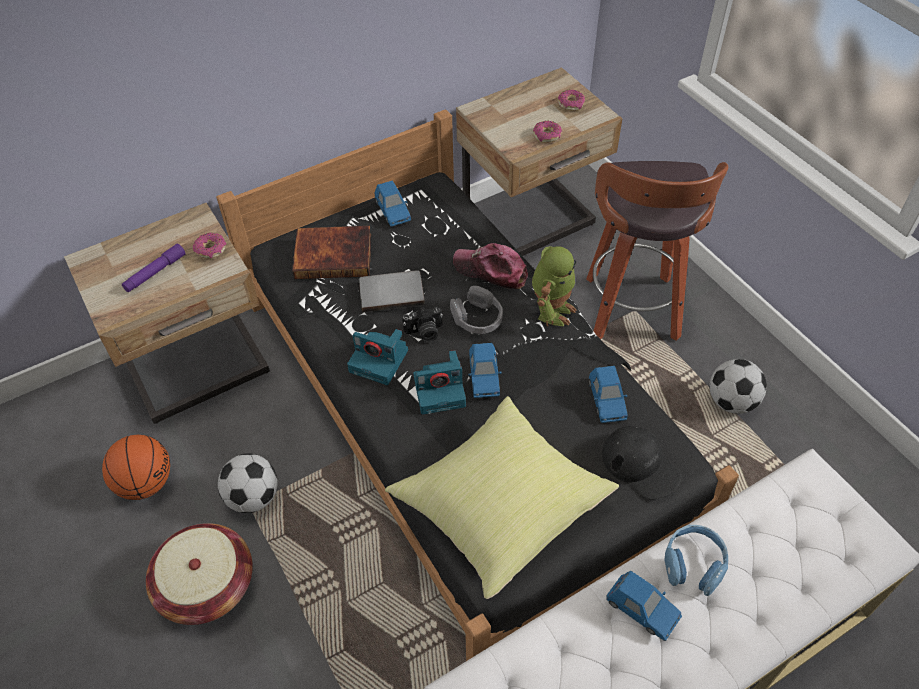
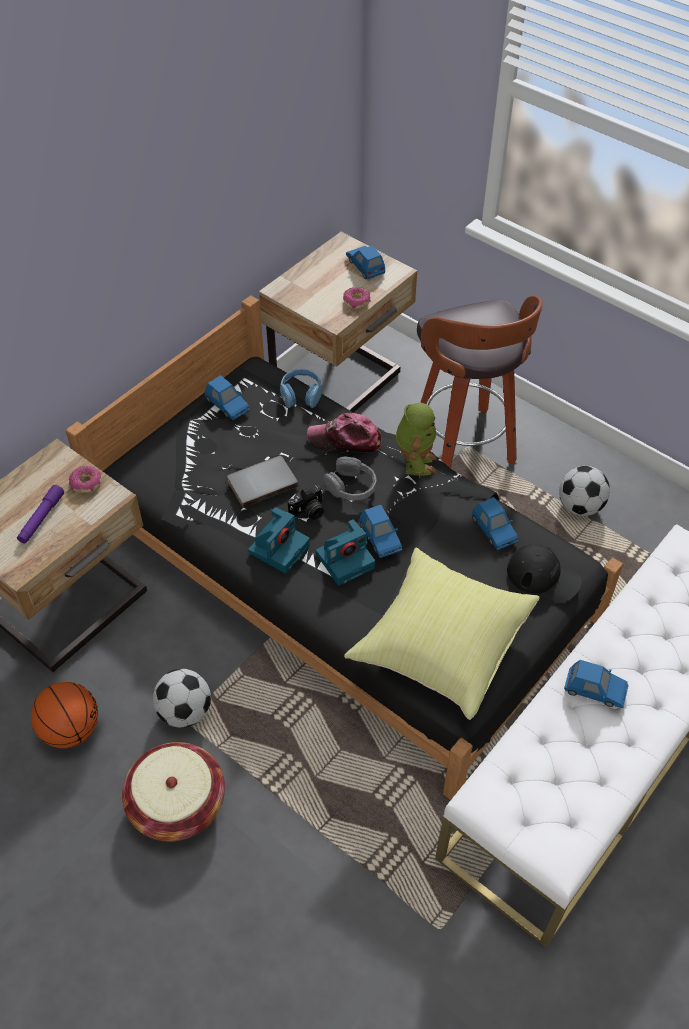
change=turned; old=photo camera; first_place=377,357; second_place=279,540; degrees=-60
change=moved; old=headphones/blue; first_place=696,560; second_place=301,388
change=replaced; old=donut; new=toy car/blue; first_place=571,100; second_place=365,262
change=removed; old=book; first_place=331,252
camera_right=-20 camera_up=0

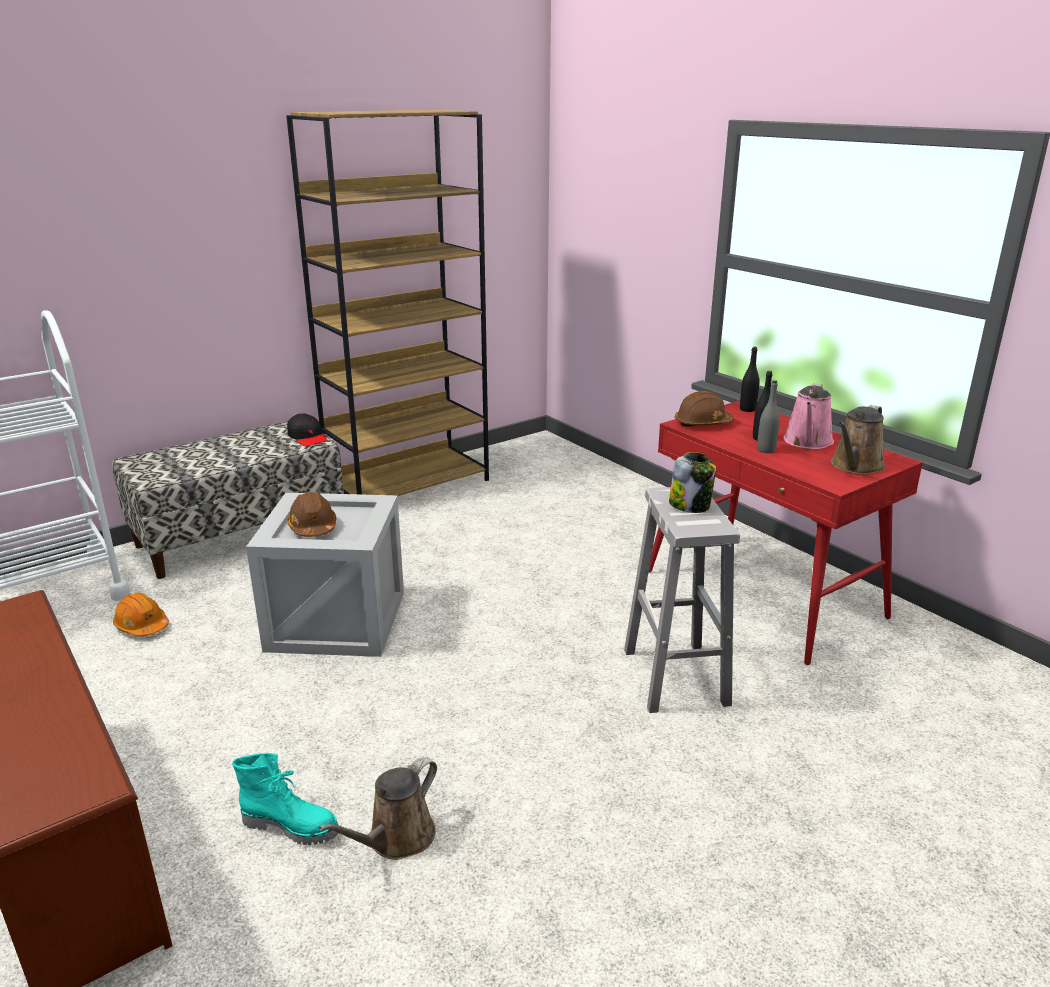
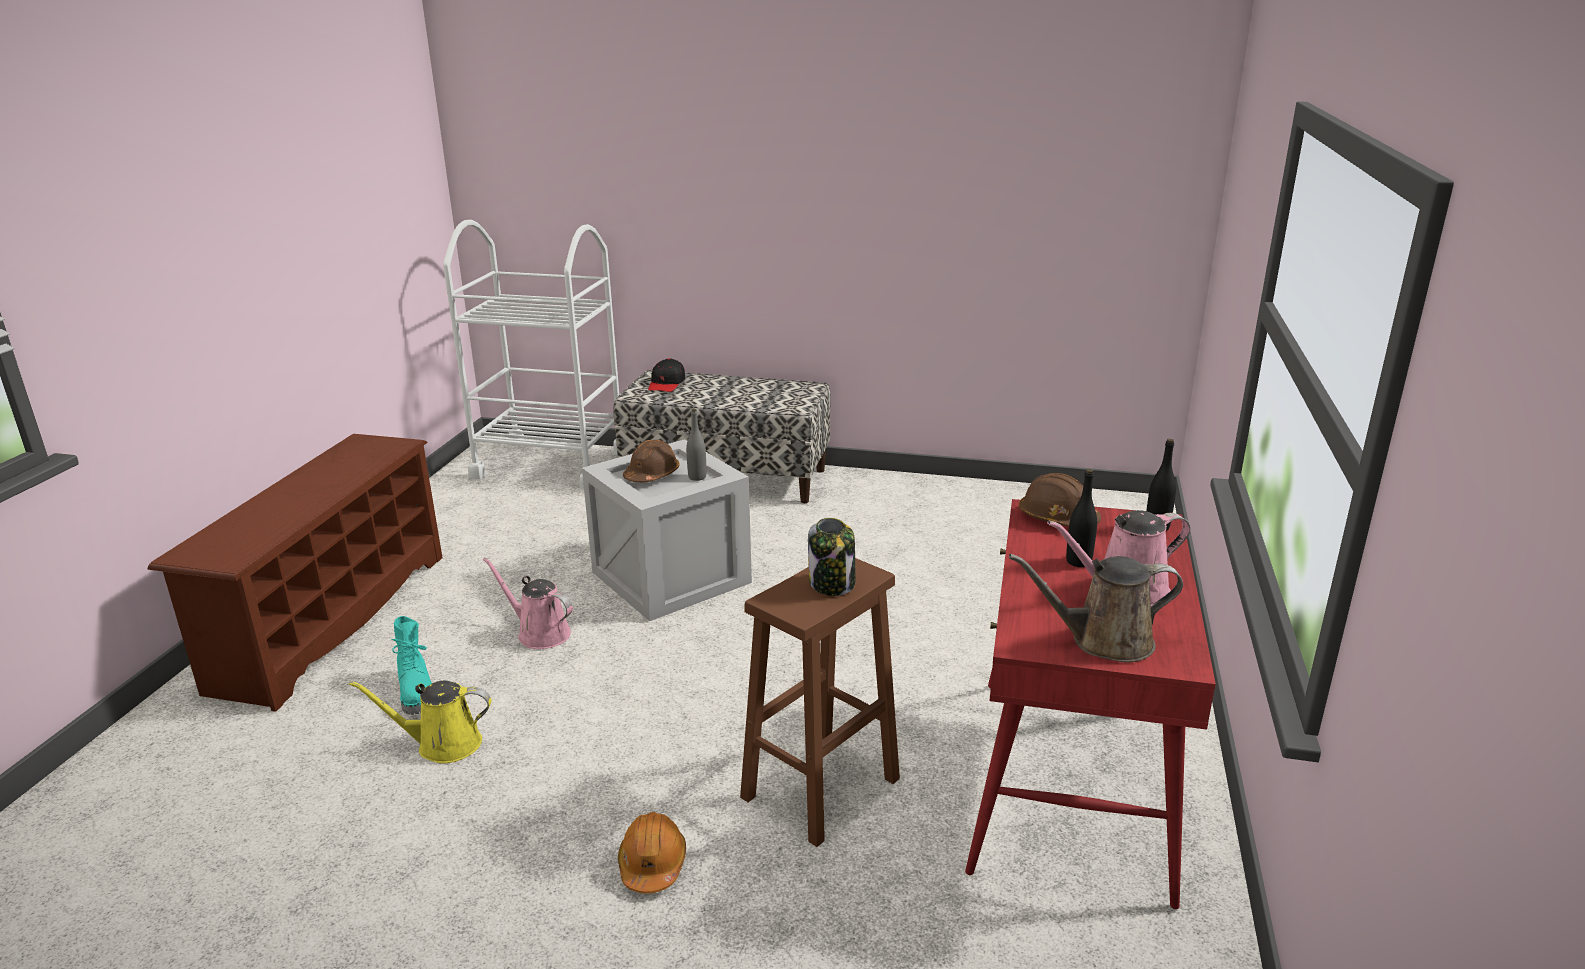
change=recoloured; old=watering can/brown; new=watering can/yellow; first_place=378,808; second_place=420,722
change=added; new=watering can/pink; second_place=528,603
change=moved; old=hard hat/orange; first_place=141,614; second_place=652,853
change=moved; old=cap/black; first_place=307,429; second_place=666,375
change=moved; old=bottle/grey; first_place=768,416; second_place=696,445
change=recoloured; old=stool/white; new=stool/brown; first_place=682,600; second_place=820,702
change=removed; old=bookcase/brown; first_place=387,303
camera_right=50 camera_up=0

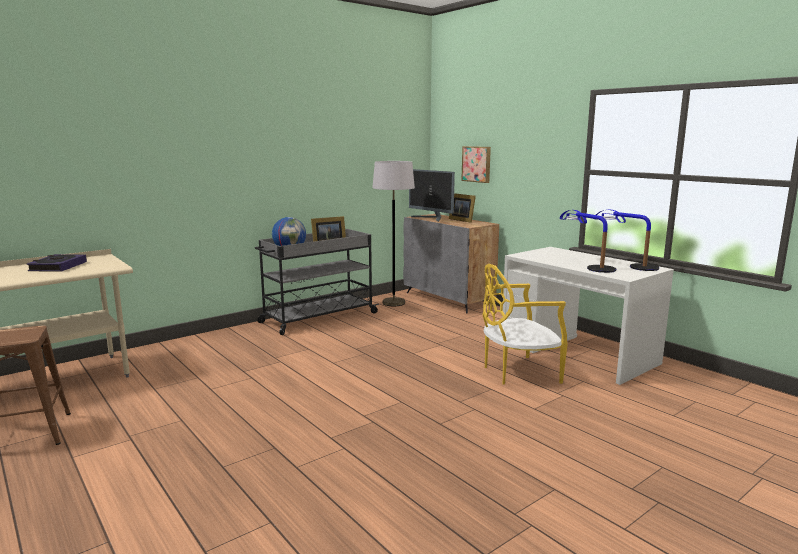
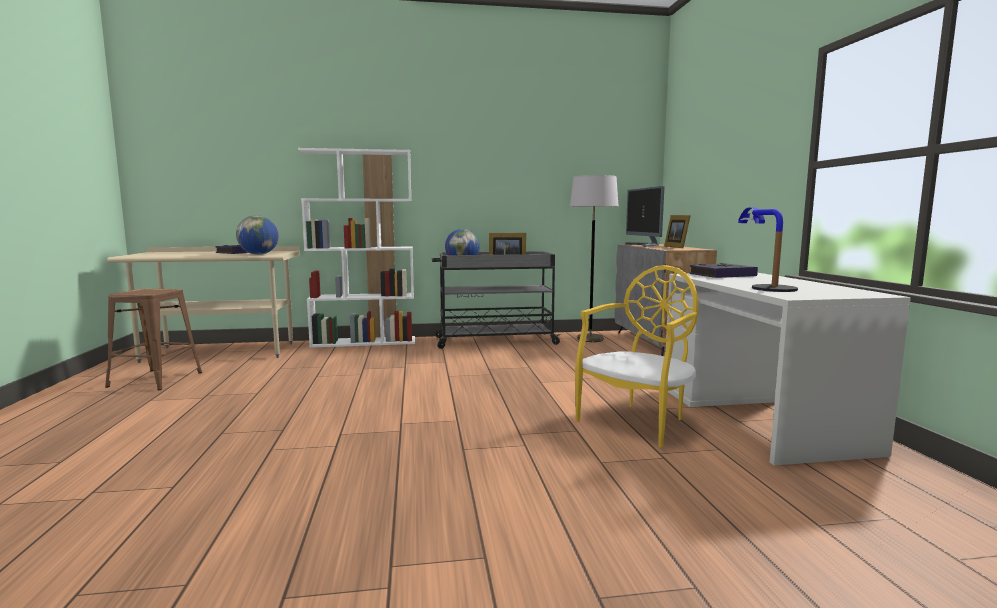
change=added; new=globe; second_place=257,235
change=added; new=bookcase/white; second_place=356,248
change=turned; old=chair/yellow; first_place=525,324; second_place=636,356; degrees=120
change=added; new=book; second_place=723,270
change=removed; old=picture; first_place=476,164
change=removed; old=table lamp; first_place=627,240
camera_right=30 camera_up=-5

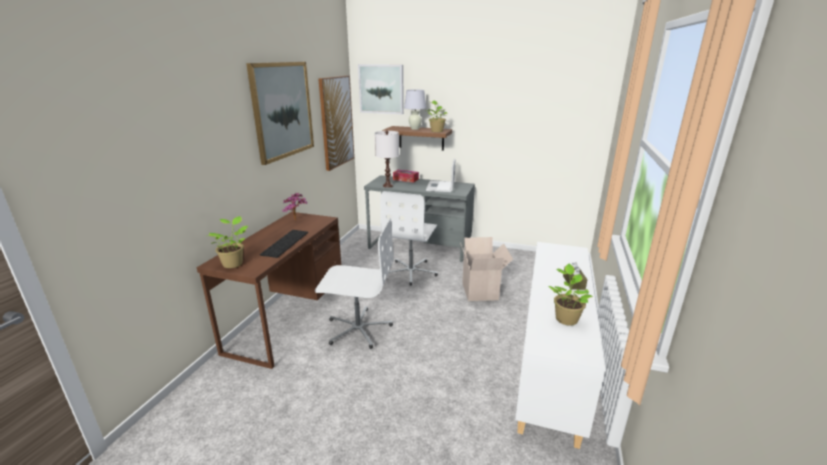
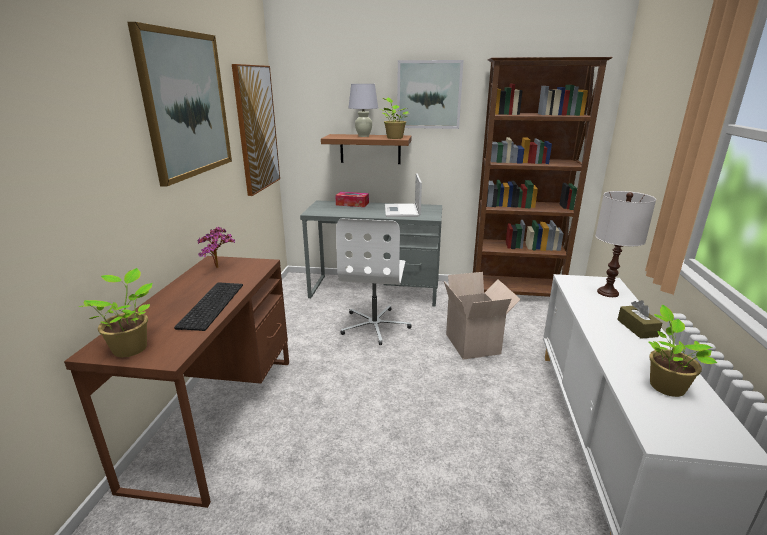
change=moved; old=picture; first_place=381,89; second_place=430,94
change=added; new=bookcase/brown; second_place=543,177
change=moved; old=table lamp/white; first_place=387,159; second_place=625,244
change=removed; old=office chair/white; first_place=354,283
camera_right=-10 camera_up=0

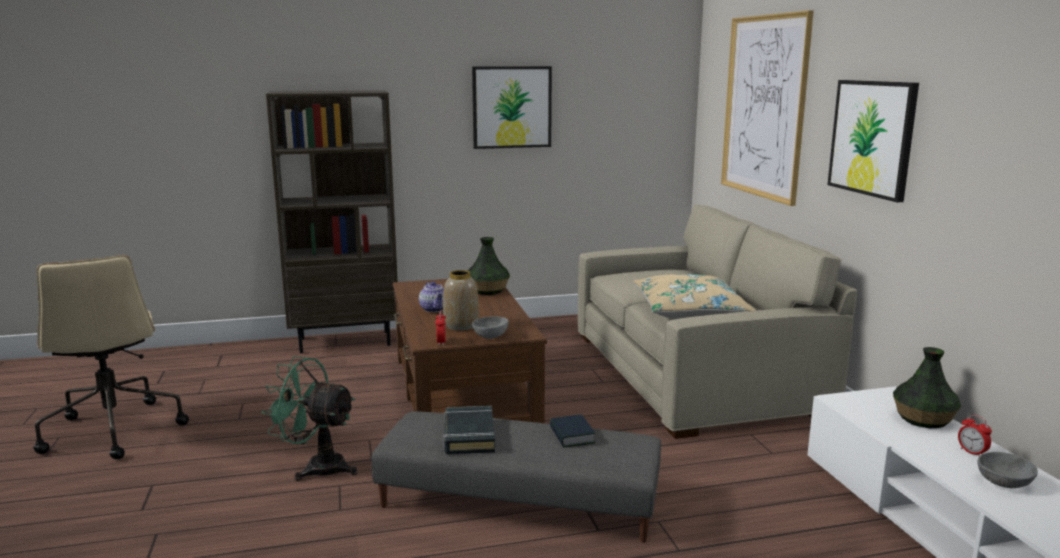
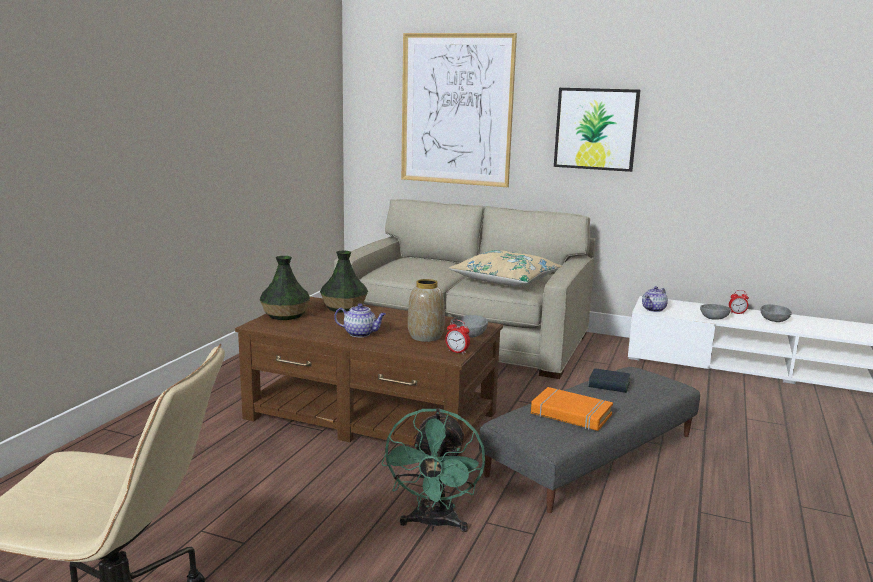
change=moved; old=vase; first_place=927,387; second_place=285,288
change=turned; old=fan/green; first_place=309,418; second_place=433,470; degrees=-45
change=recoloured; old=book/black; new=book/orange; first_place=469,430; second_place=572,409
change=added; new=teapot; second_place=655,299
change=added; new=bowl/grey; second_place=715,312
change=removed; old=bookcase/brown; first_place=332,221
change=removed; old=picture; first_place=512,107
camera_right=-55 camera_up=0

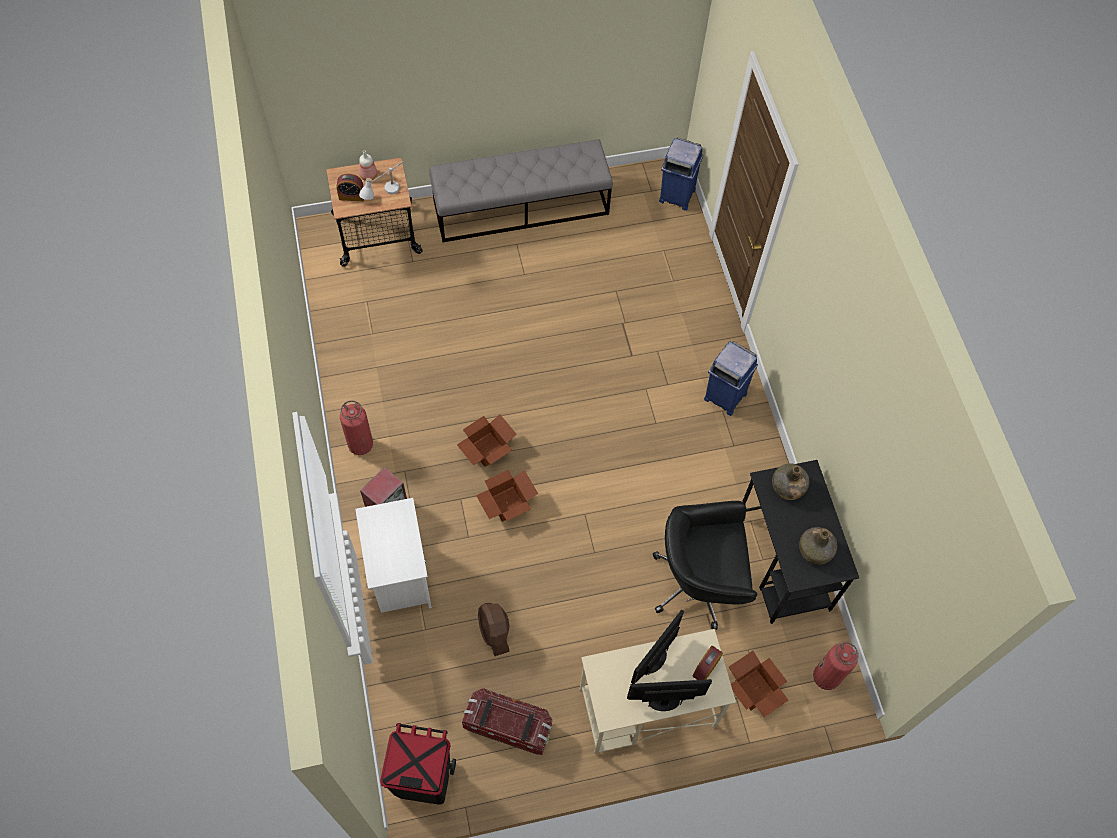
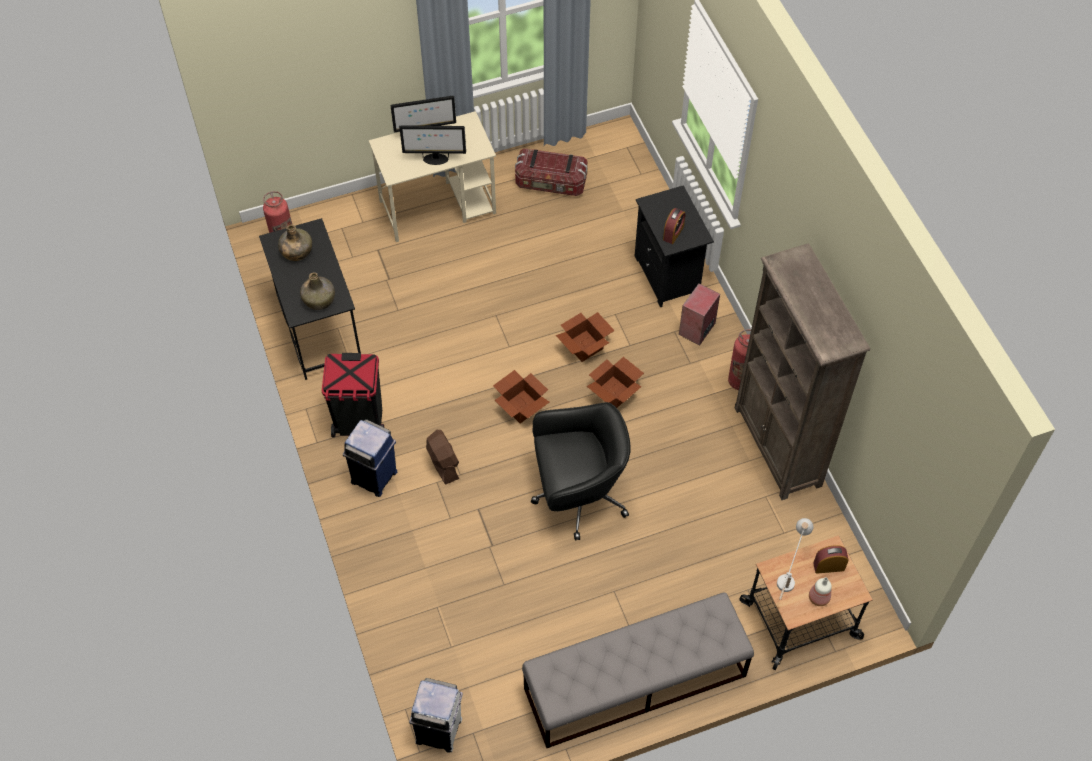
change=moved; old=trash can/black; first_place=418,764; second_place=353,395
change=turned; old=monitor; first_place=657,647; second_place=432,145; degrees=60
change=recoloured; old=trash can/blue; new=trash can/white; first_place=681,174; second_place=436,715
change=moved; old=fan/brown; first_place=494,629; second_place=442,457
change=moved; old=cardboard box; first_place=758,684; second_place=521,397
change=moved; old=office chair/black; first_place=705,565; second_place=580,471
change=recoloured; old=nightstand/white; new=nightstand/black; first_place=393,555; second_place=674,246
change=moved; old=alarm clock; first_place=708,663; second_place=674,226
change=added; new=bookcase/brown; second_place=802,371
camera_right=175 camera_up=-5

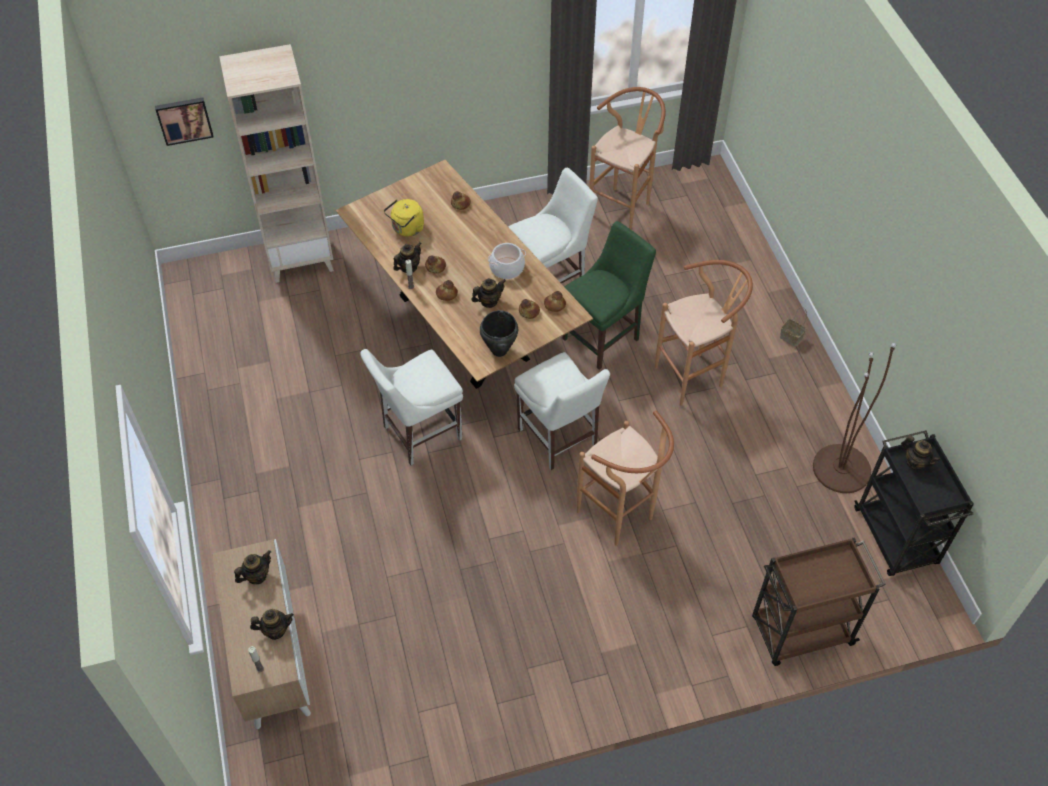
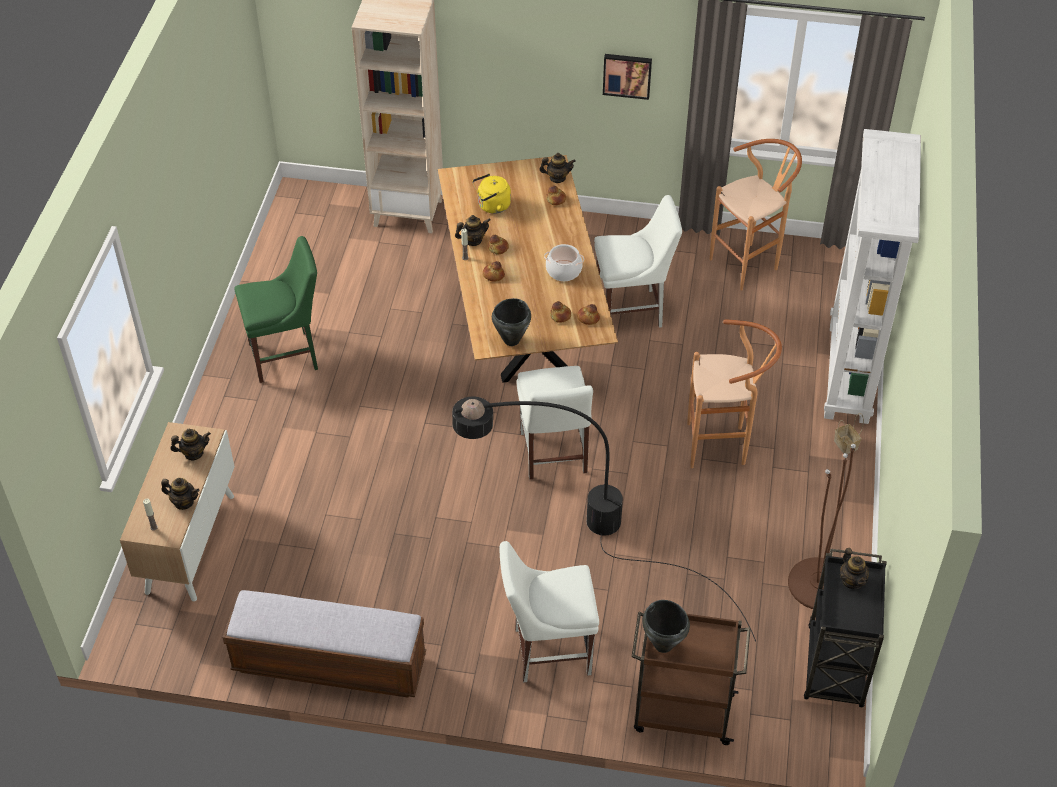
change=added; new=bench; second_place=324,644
change=moved; old=chair/green; first_place=609,295; second_place=276,309
change=replaced; old=stool/brown; new=floor lamp/black; first_place=625,478; second_place=604,519
change=moved; old=chair/white; first_place=411,407; second_place=549,611
change=moved; old=teapot; first_place=488,293; second_place=557,168
change=moved; old=picture; first_place=184,121; second_place=627,77
change=added; new=cooking pot/black; second_place=666,626
change=added; new=bookcase/white; second_place=872,276
camera_right=25 camera_up=-5

